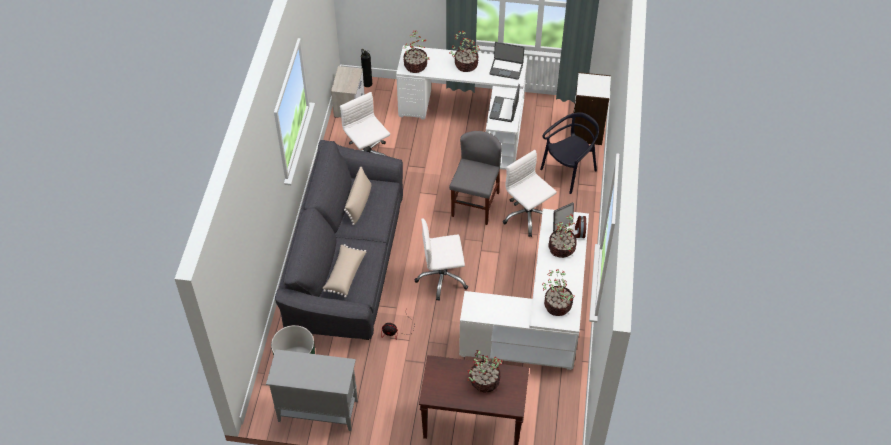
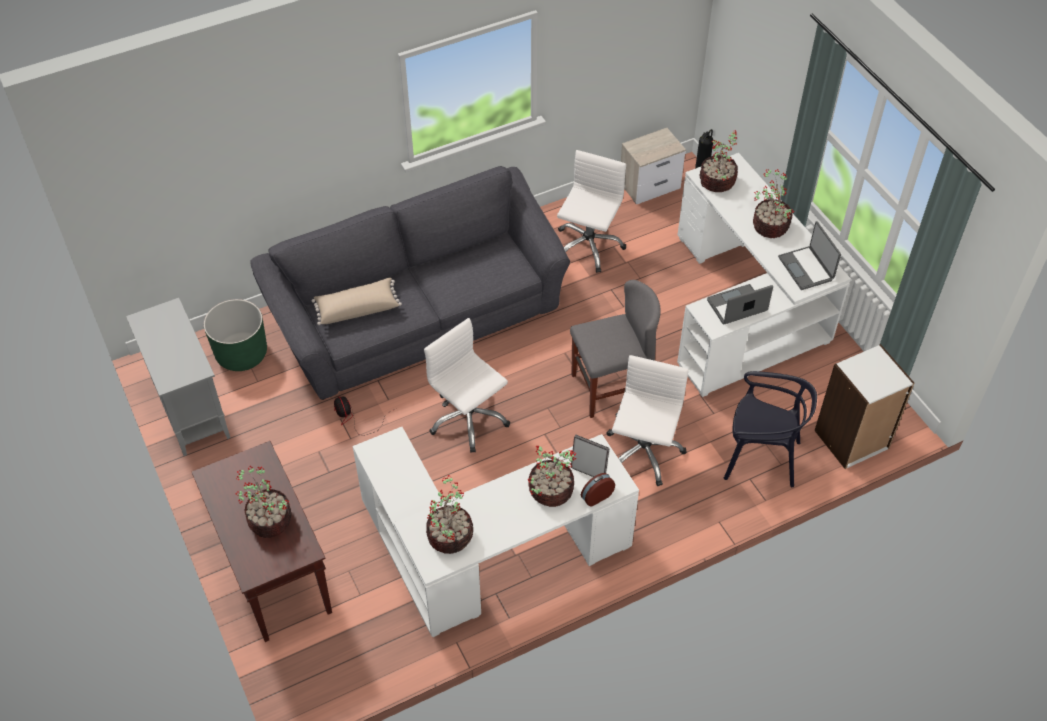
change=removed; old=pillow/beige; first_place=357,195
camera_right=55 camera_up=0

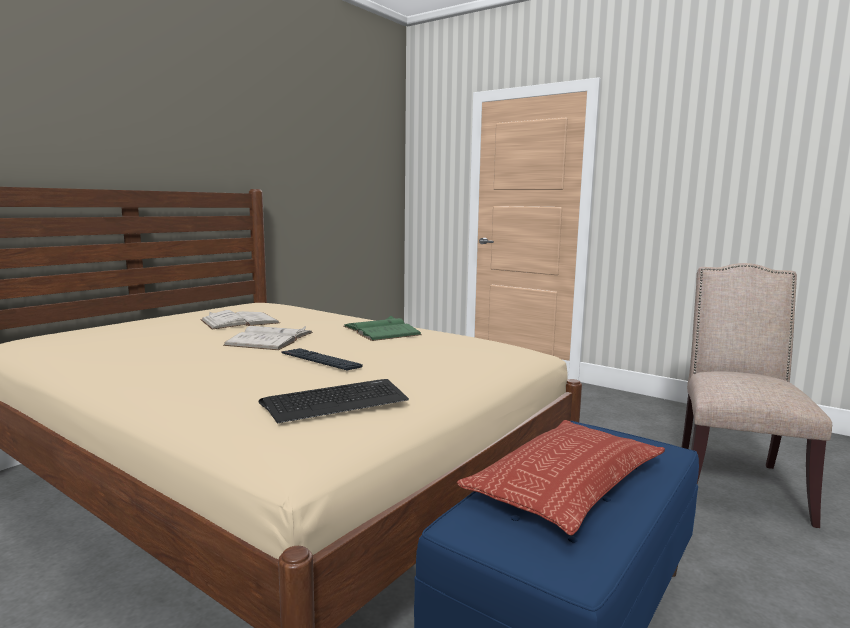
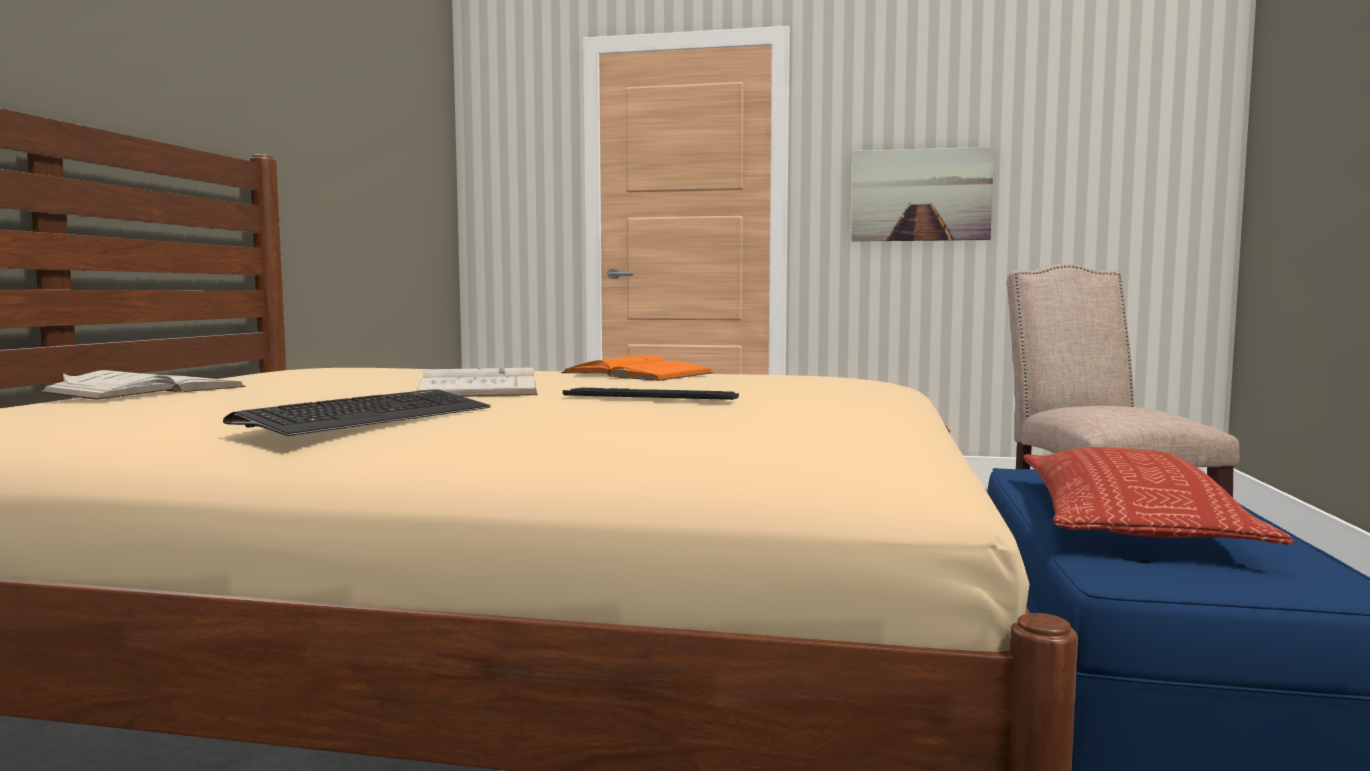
change=moved; old=book/white; first_place=240,319; second_place=143,385
change=moved; old=keyboard; first_place=334,401; second_place=356,412
change=recoloured; old=book/green; new=book/orange; first_place=382,328; second_place=637,367
change=added; new=picture; second_place=922,194
camera_right=-25 camera_up=-5

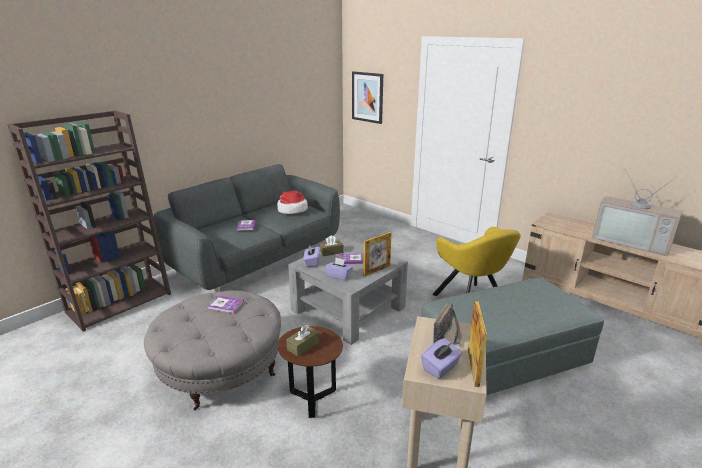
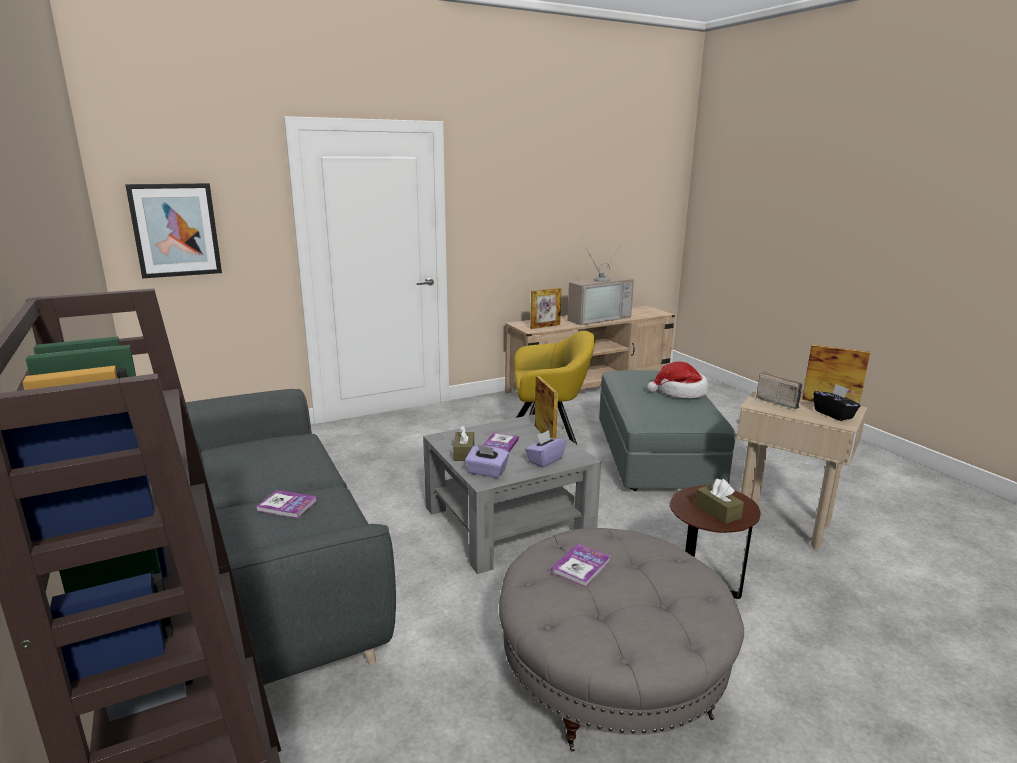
change=added; new=picture frame; second_place=546,308
change=moved; old=hat; first_place=292,202; second_place=677,379
change=recoloured; old=tissue box/purple; new=tissue box/black; first_place=441,358; second_place=837,402
camera_right=-70 camera_up=-5

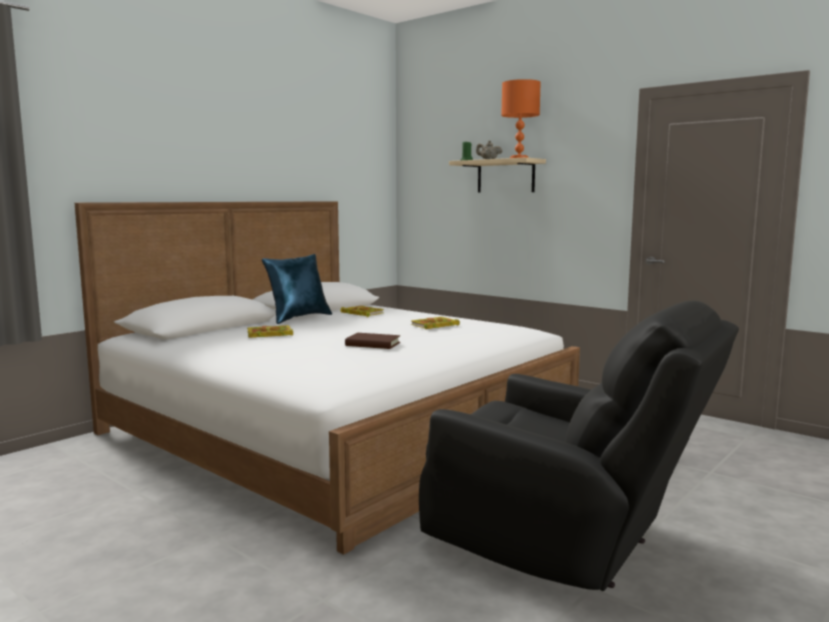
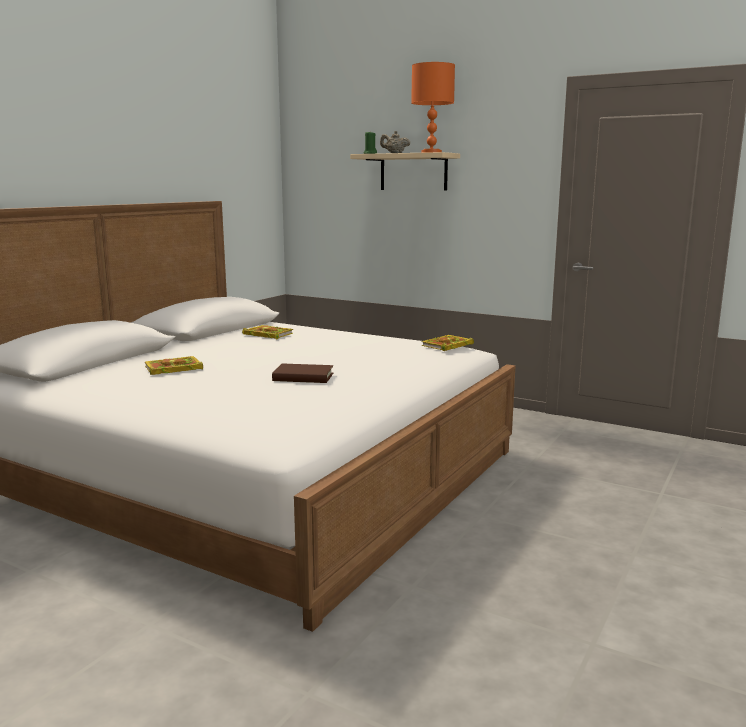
change=moved; old=book; first_place=435,323; second_place=448,343
change=removed; old=pillow/blue; first_place=297,289
change=removed; old=armchair/black; first_place=579,446
camera_right=-10 camera_up=5

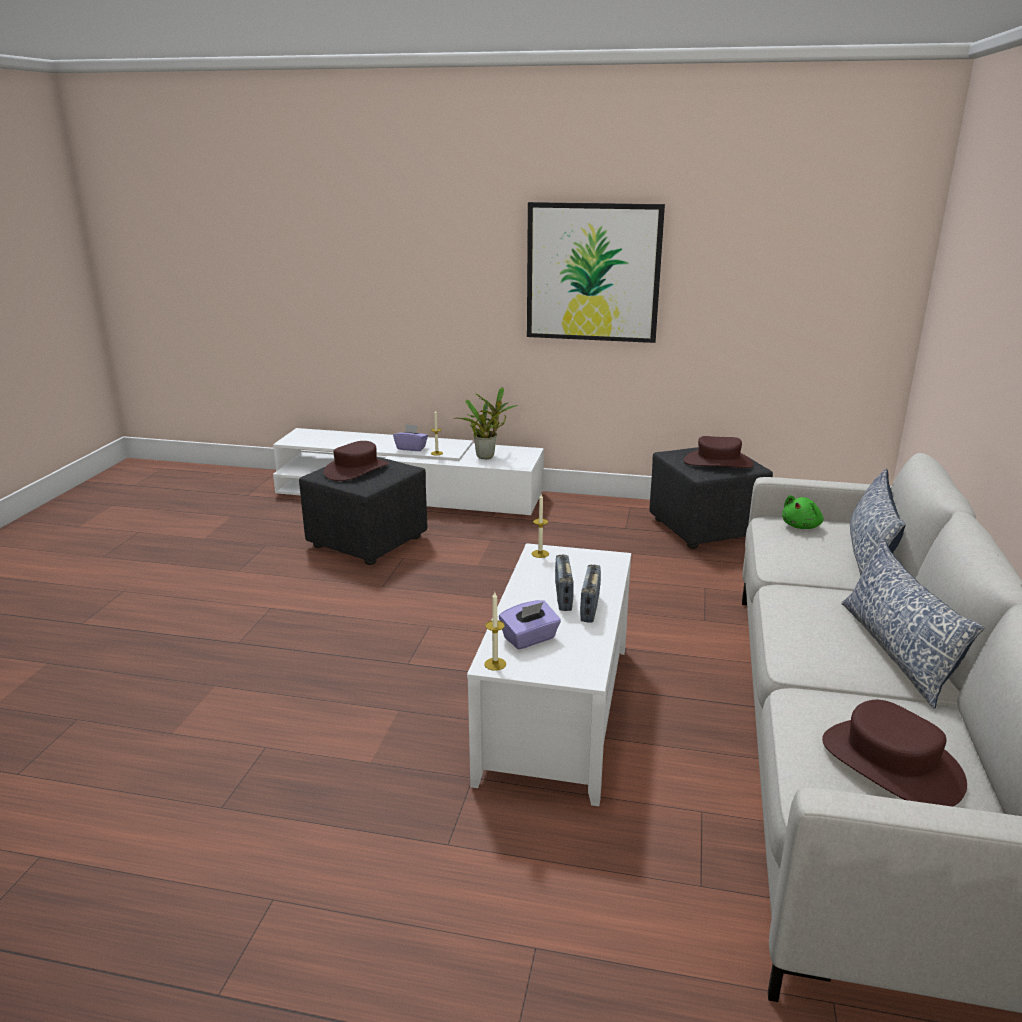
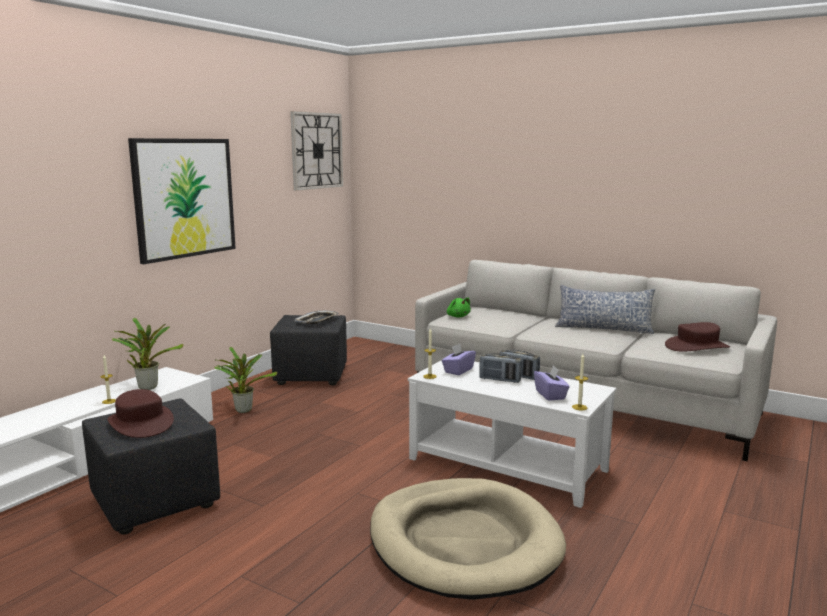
change=added; new=potted plant; second_place=245,380
change=added; new=wall clock; second_place=316,151
change=replaced; old=hat/brown; new=tray; first_place=718,452; second_place=316,317
change=added; new=dog bed/beige; second_place=468,539
change=moved; old=tissue box/purple; first_place=410,437; second_place=459,359
change=removed; old=pillow; first_place=878,522
camera_right=-70 camera_up=-10

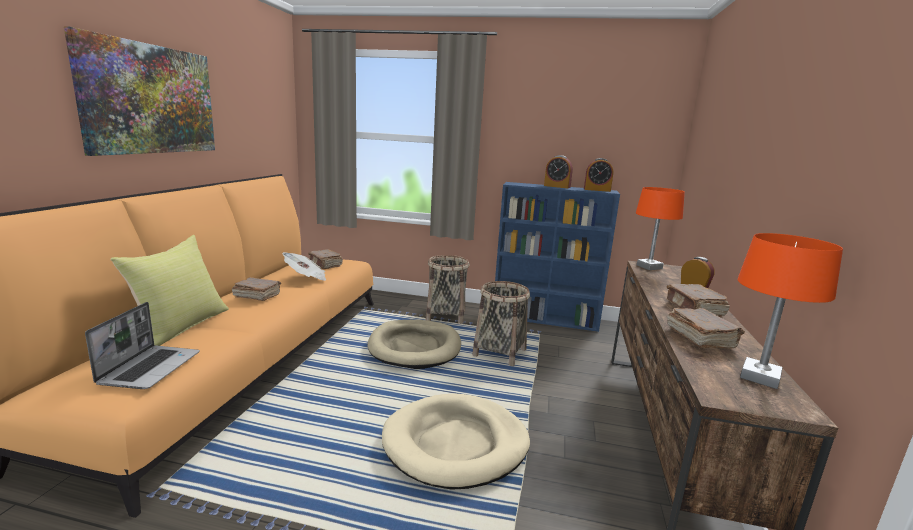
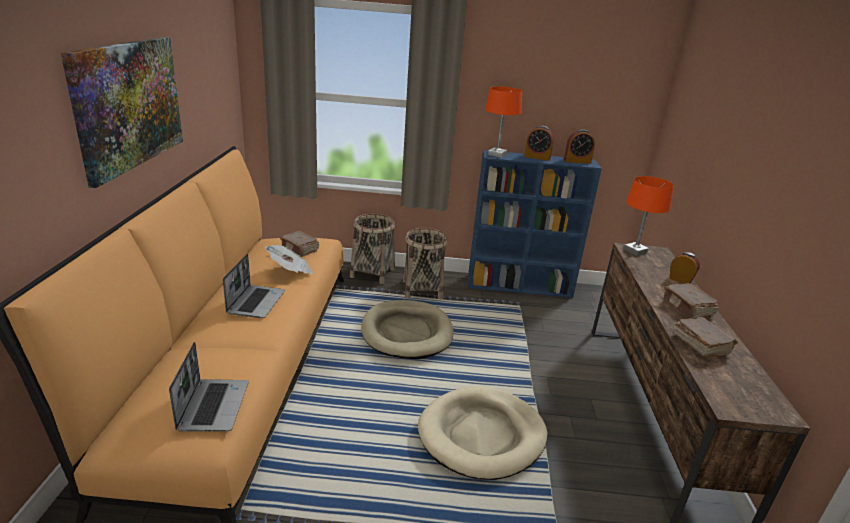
change=replaced; old=book/brown; new=laptop; first_place=256,289; second_place=254,286
change=moved; old=basket; first_place=501,323; second_place=372,248
change=moved; old=table lamp/orange; first_place=790,311; second_place=503,122
change=removed; old=pillow/yellow; first_place=169,290
camera_right=-10 camera_up=10

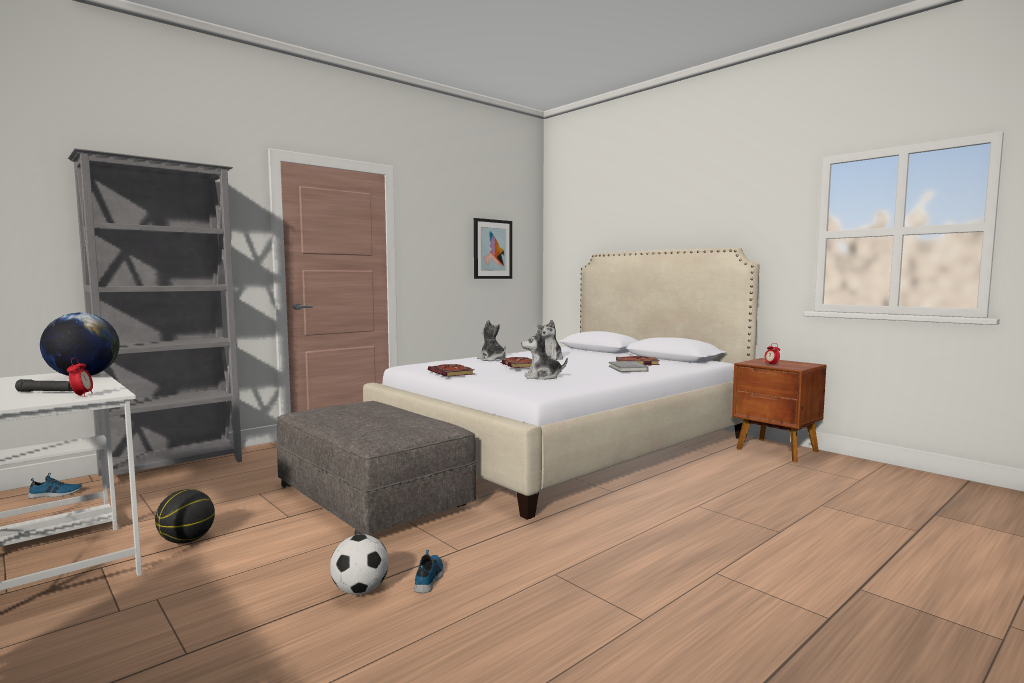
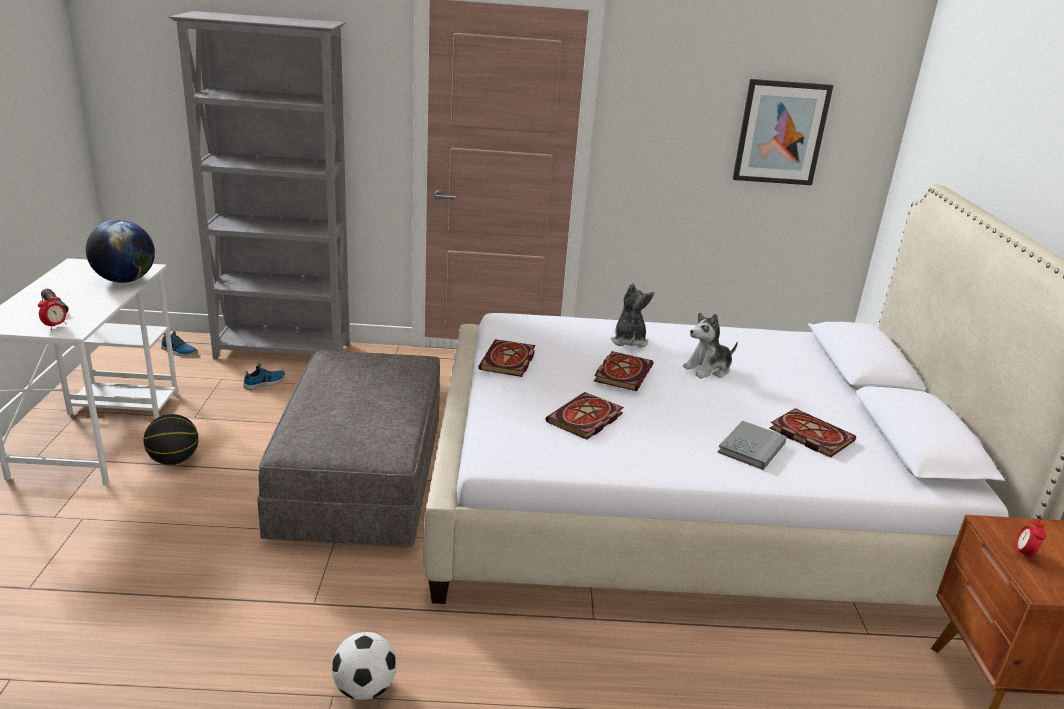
change=moved; old=shoe; first_place=429,571; second_place=264,376
change=moved; old=football; first_place=359,564; second_place=364,666
change=replaced; old=plush toy; new=book; first_place=544,354; second_place=585,416
camera_right=40 camera_up=20

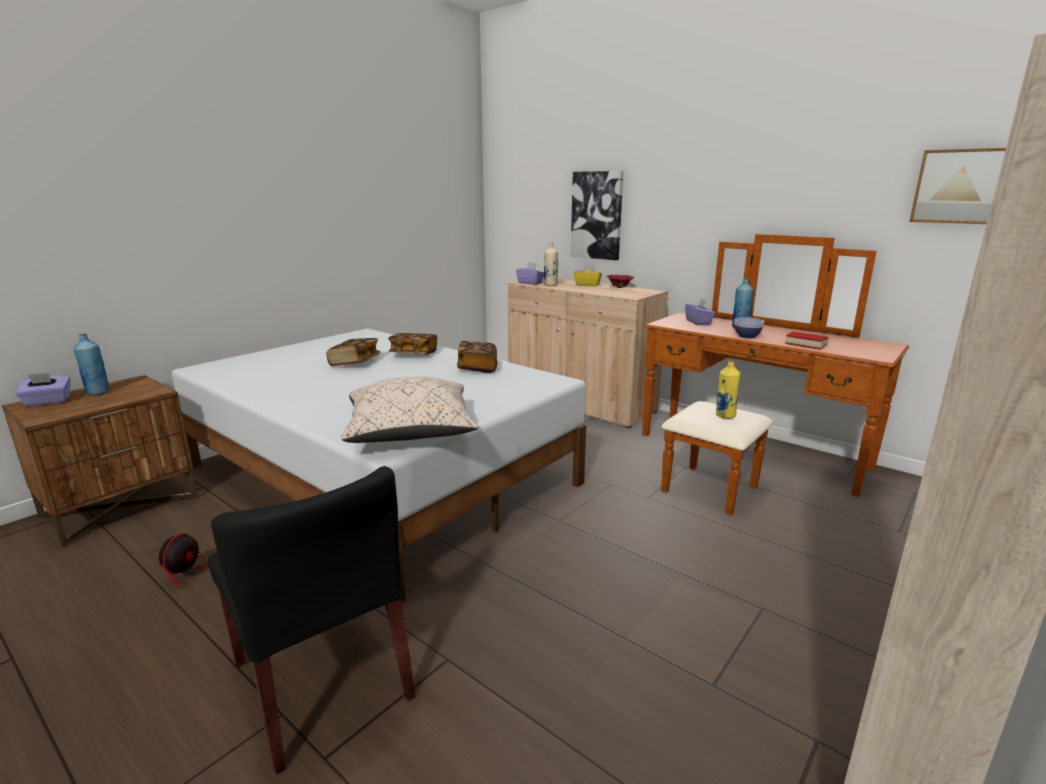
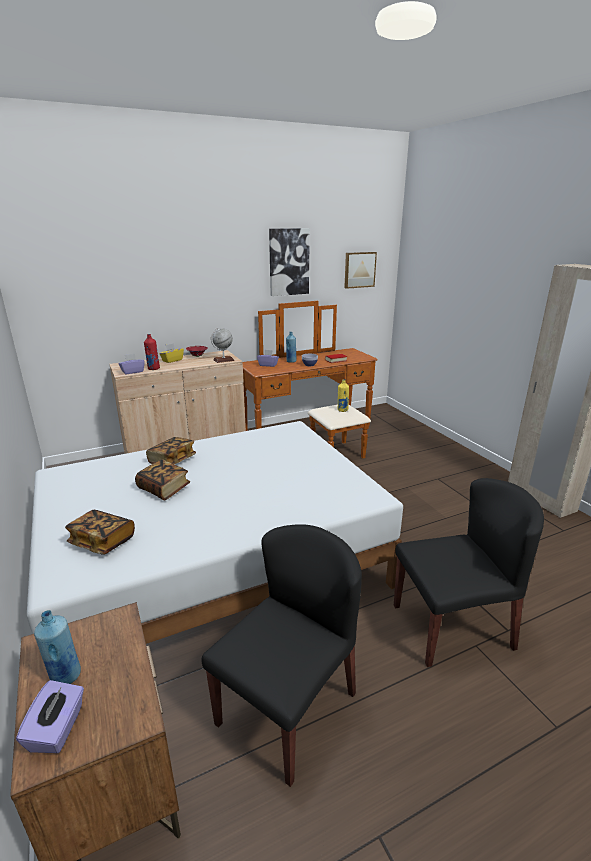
change=moved; old=book; first_place=477,357; second_place=100,532
change=recoloured; old=bottle/beige; new=bottle/red; first_place=551,264; second_place=152,352
change=replaced; old=fan; new=chair/black; first_place=170,561; second_place=282,655
change=added; new=globe; second_place=222,345
change=moved; old=picture; first_place=597,215; second_place=289,262
change=removed; old=pillow/beige; first_place=410,410
camera_right=-65 camera_up=5

